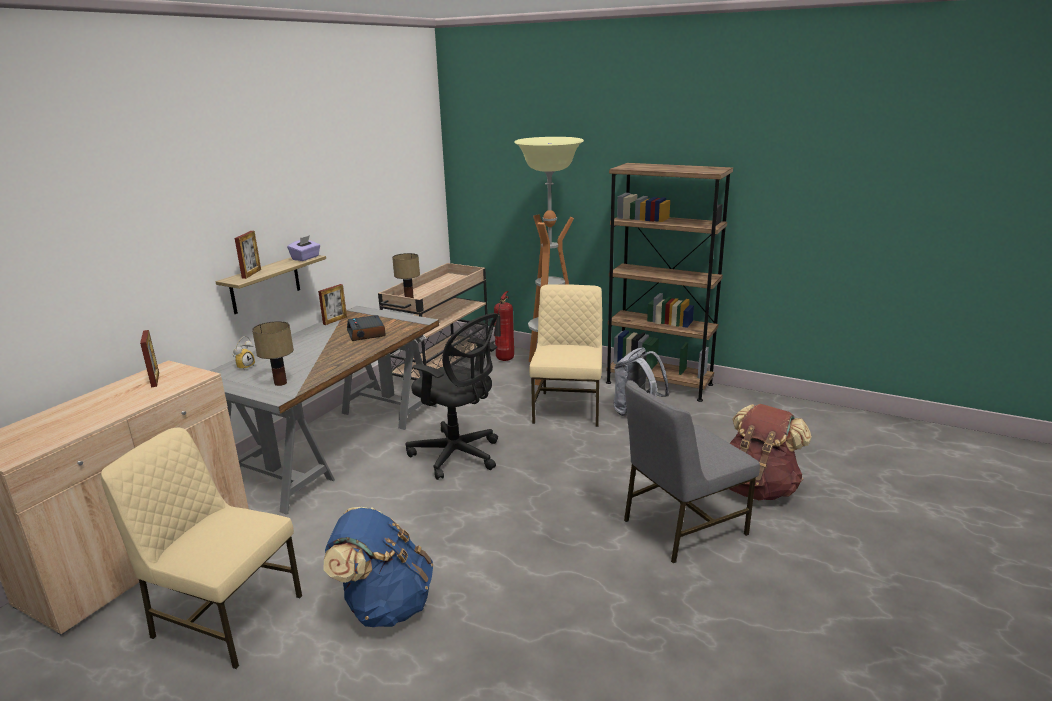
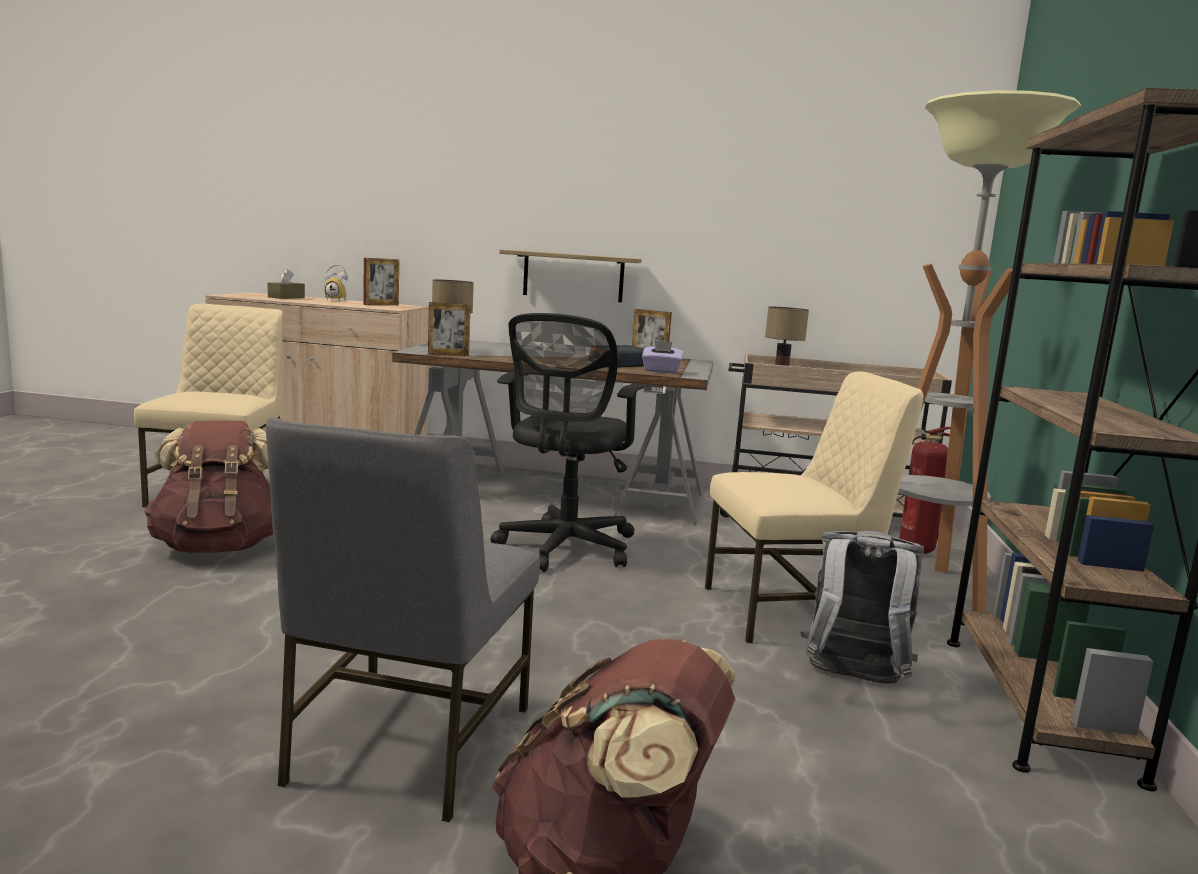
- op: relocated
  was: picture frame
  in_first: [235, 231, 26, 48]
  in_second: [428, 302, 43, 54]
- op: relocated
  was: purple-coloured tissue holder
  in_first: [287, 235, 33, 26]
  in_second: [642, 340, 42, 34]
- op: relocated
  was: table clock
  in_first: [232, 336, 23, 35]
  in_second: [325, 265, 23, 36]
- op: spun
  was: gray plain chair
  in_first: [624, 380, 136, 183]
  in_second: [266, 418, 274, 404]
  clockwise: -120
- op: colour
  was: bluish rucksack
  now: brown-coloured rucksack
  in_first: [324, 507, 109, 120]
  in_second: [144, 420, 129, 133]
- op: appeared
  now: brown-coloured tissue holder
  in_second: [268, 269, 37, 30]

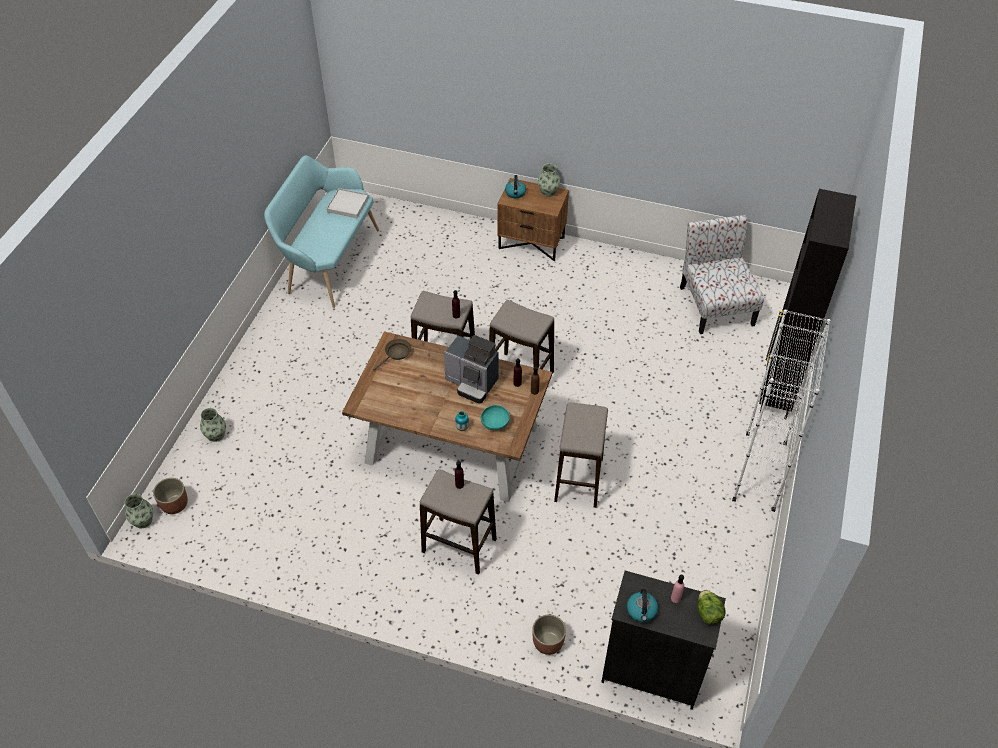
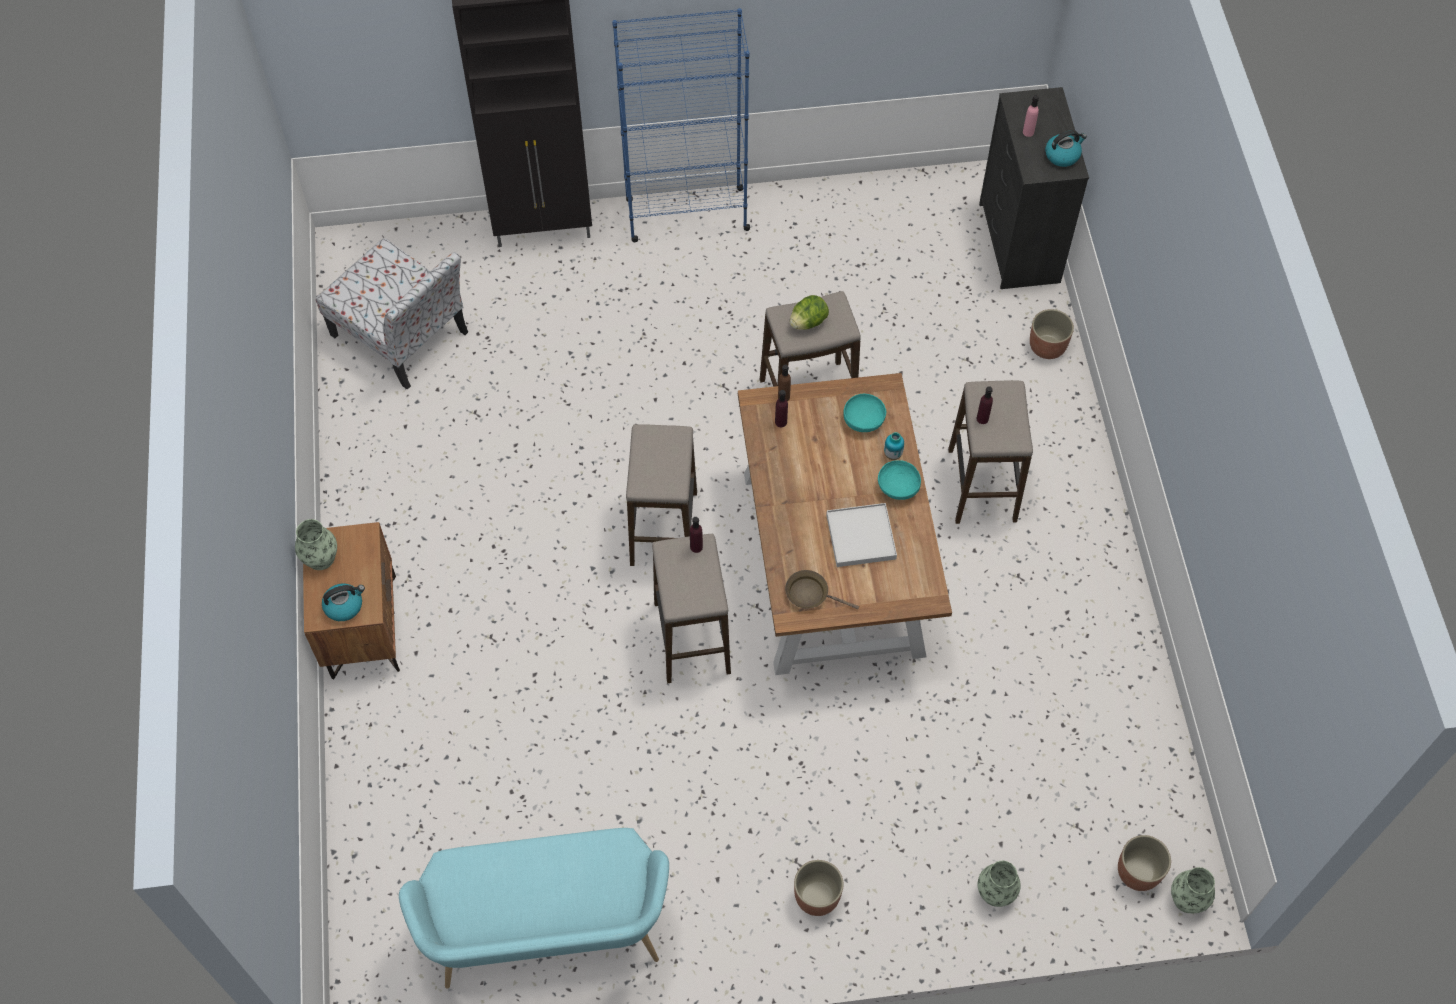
- op: relocated
  was: white-coloured carrying tray
  in_first: [326, 188, 43, 30]
  in_second: [826, 503, 71, 64]
- op: spun
  was: plain chair
  in_first: [680, 215, 84, 119]
  in_second: [316, 238, 152, 152]
  clockwise: -105
- op: colour
  was: white-coloured bookcase
  now: bluish bookcase
  in_first: [732, 309, 99, 203]
  in_second: [612, 8, 138, 234]
- op: missing
  was: coffee machine
  in_first: [444, 335, 54, 69]
- op: relocated
  was: lettuce
  in_first: [698, 590, 28, 35]
  in_second: [790, 295, 39, 35]
- op: appeared
  now: turquoise-coloured deep dish
  in_second: [878, 460, 43, 40]
- op: appeared
  now: planter
  in_second: [794, 860, 50, 56]

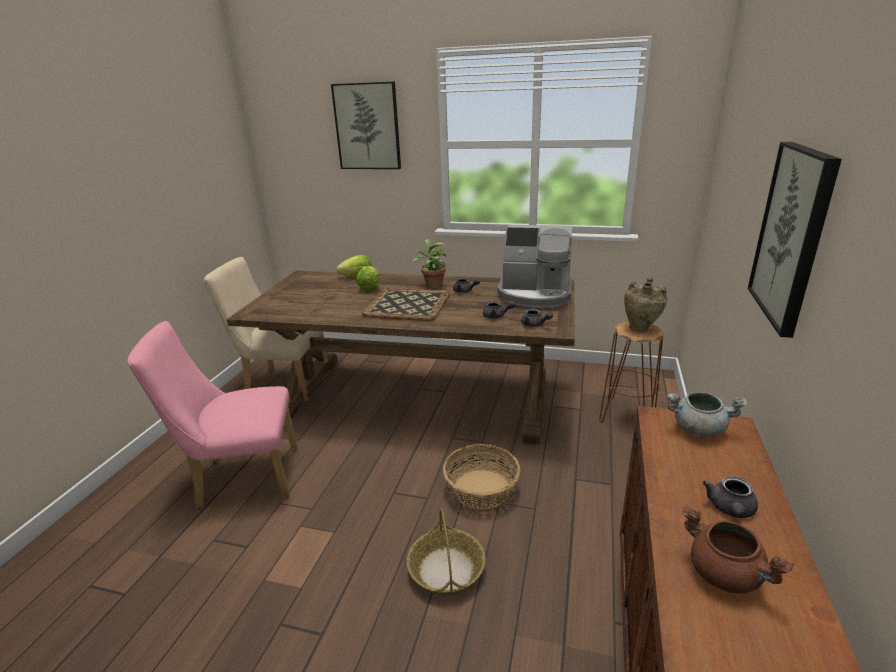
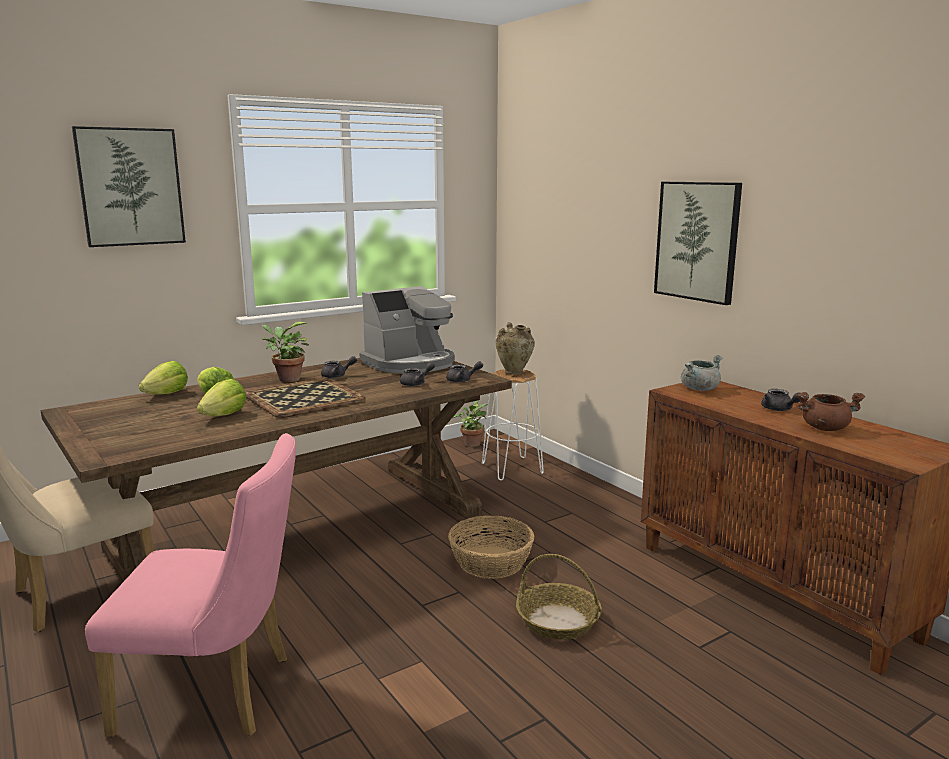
- op: spun
  was: pinkish plain chair
  in_first: [128, 321, 169, 188]
  in_second: [85, 433, 211, 304]
  clockwise: -120
- op: colour
  was: brown-coloured stool
  now: white-coloured stool
  in_first: [599, 322, 65, 101]
  in_second: [482, 369, 62, 112]
- op: appeared
  now: lettuce
  in_second: [197, 379, 49, 37]
- op: appeared
  now: potted plant
  in_second: [453, 399, 35, 48]

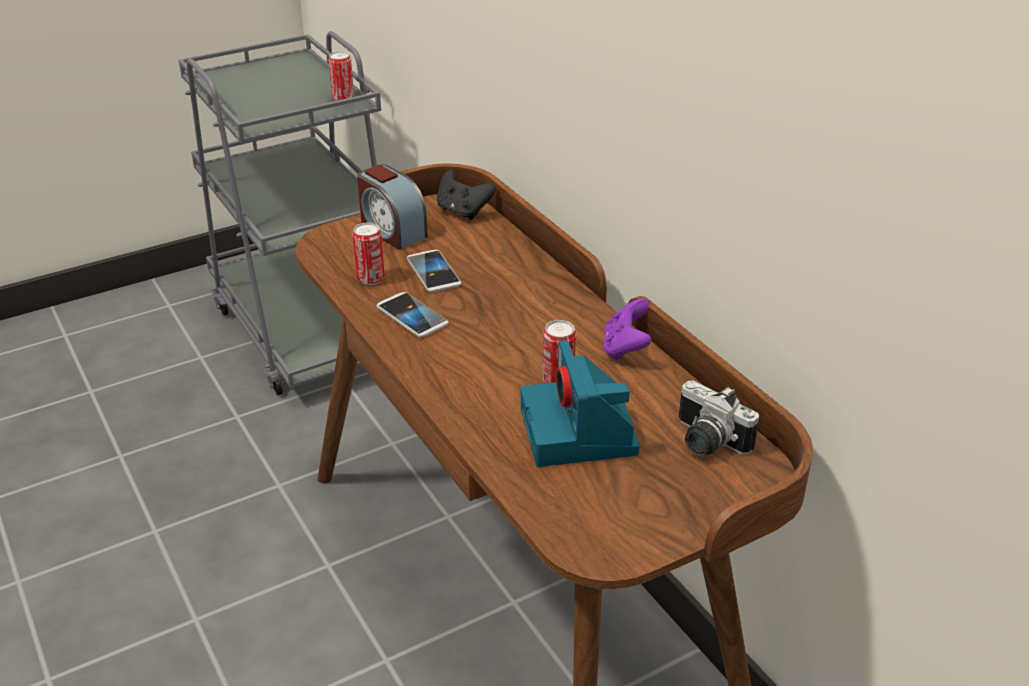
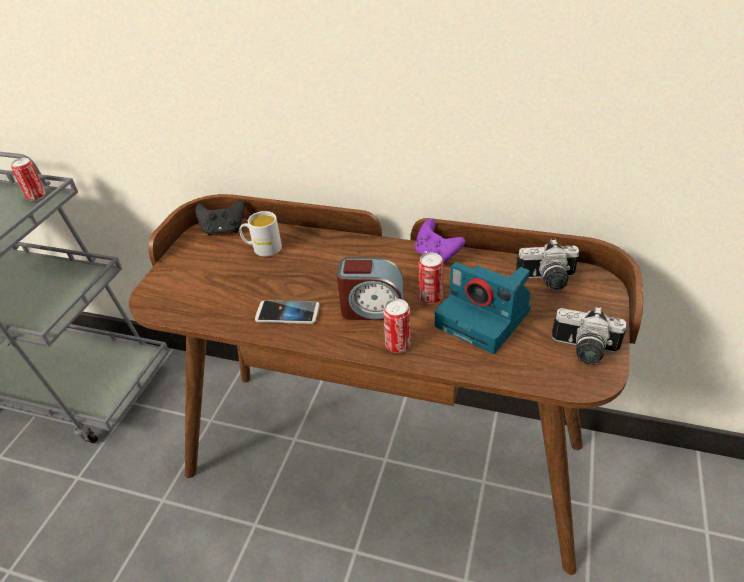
- op: relocated
  was: table clock
  in_first: [357, 164, 71, 86]
  in_second: [337, 257, 67, 63]
- op: relocated
  was: can
  in_first: [352, 223, 33, 62]
  in_second: [383, 299, 28, 54]
- op: missing
  was: handset
  in_first: [407, 250, 55, 42]
- op: appeared
  now: white-coloured coffee mug
  in_second: [239, 211, 43, 46]
- op: appeared
  now: still camera
  in_second: [552, 306, 74, 59]

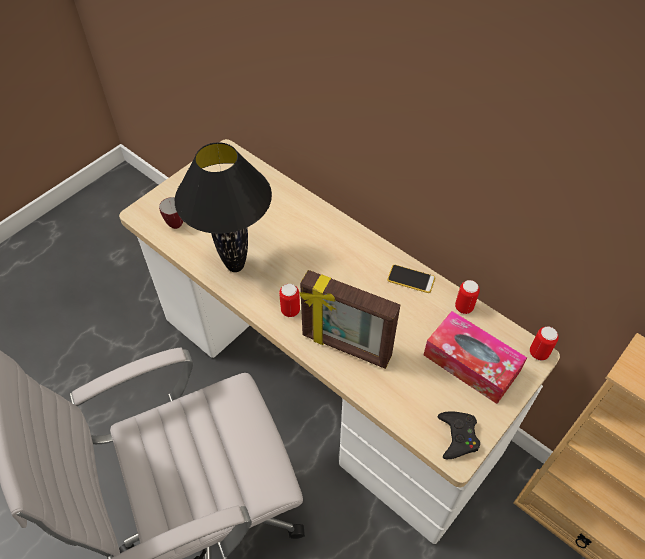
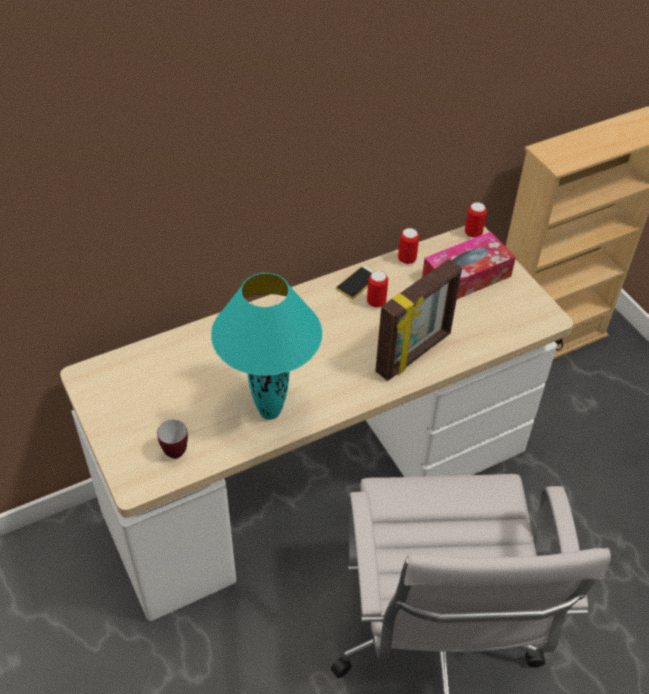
- op: colour
  was: blackish tabletop lamp
  now: turquoise-coloured tabletop lamp
  in_first: [175, 142, 97, 130]
  in_second: [211, 273, 111, 147]
- op: relocated
  was: can
  in_first: [279, 284, 21, 33]
  in_second: [367, 271, 21, 37]
- op: missing
  was: blackish gamepad
  in_first: [438, 411, 42, 48]

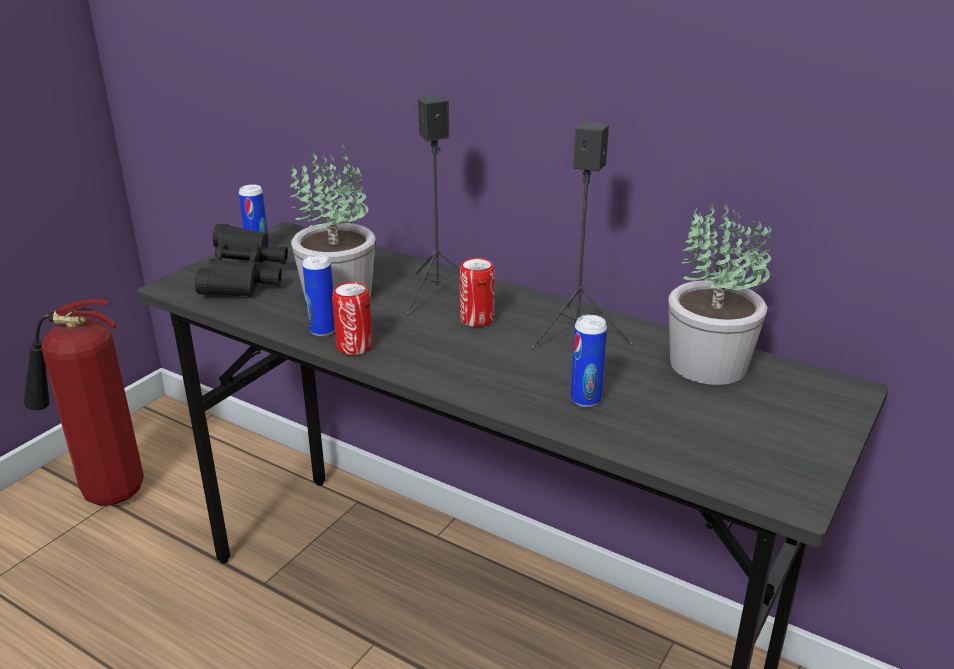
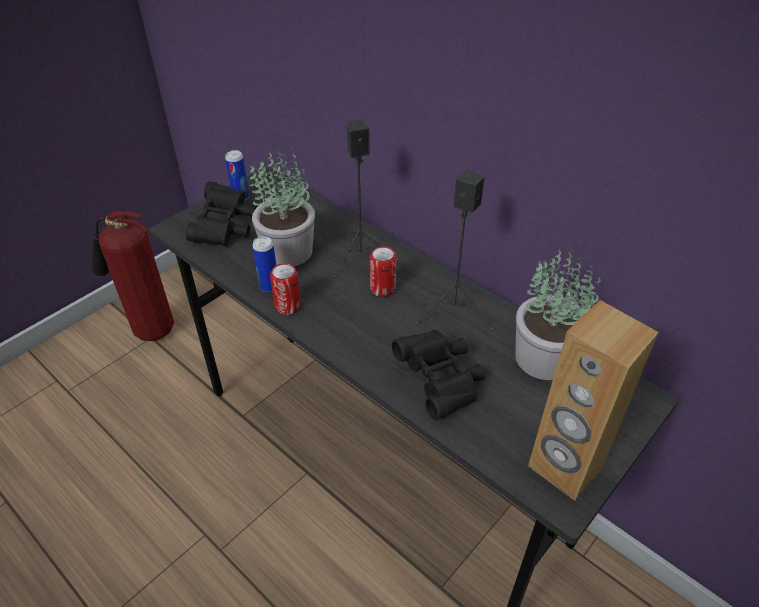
- op: exchanged
  was: can
  now: blackish field glasses
  in_first: [571, 315, 36, 92]
  in_second: [392, 330, 94, 90]
- op: appeared
  now: brown-coloured audio speaker
  in_second: [528, 300, 131, 200]

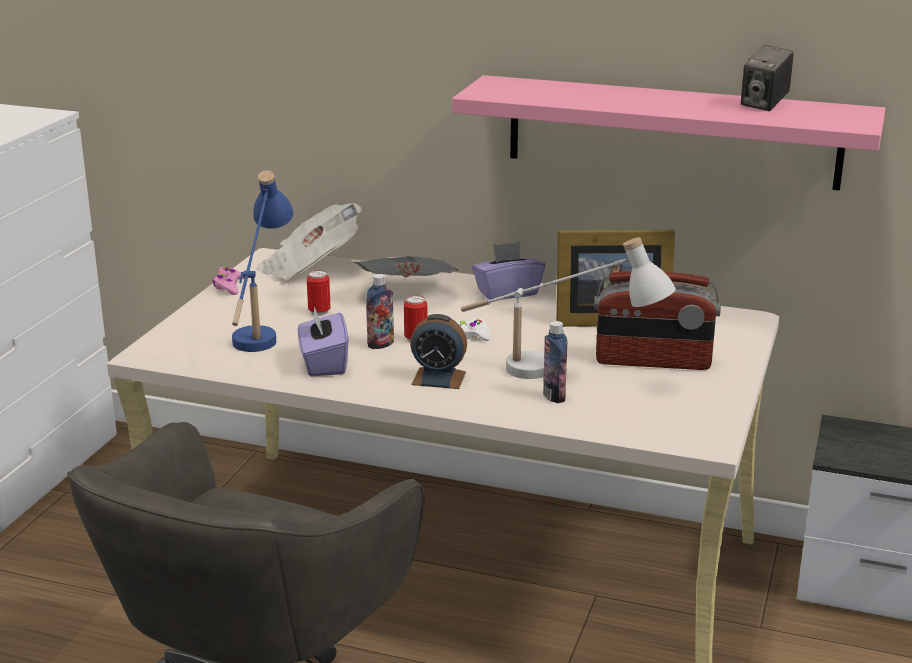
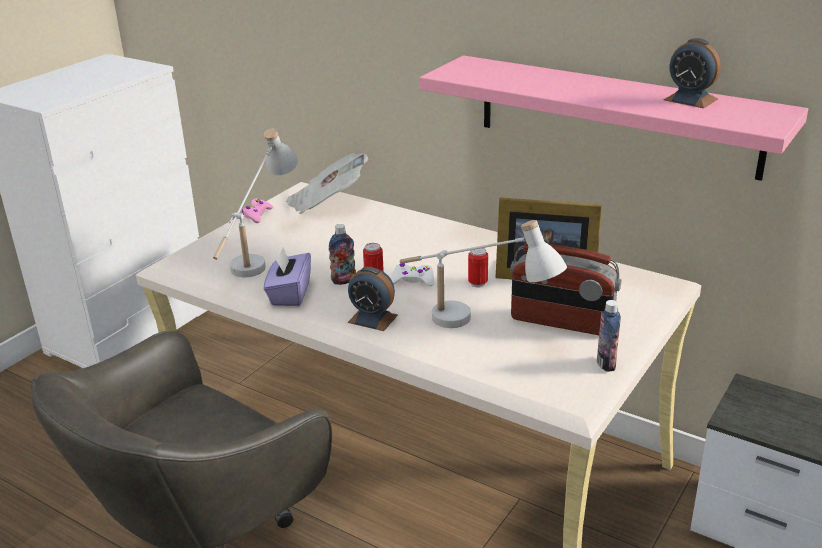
- op: exchanged
  was: still camera
  now: table clock
  in_first: [741, 45, 53, 66]
  in_second: [664, 38, 57, 70]
- op: colour
  was: bluish tabletop lamp
  now: white-coloured tabletop lamp
  in_first: [232, 170, 61, 182]
  in_second: [213, 129, 85, 148]
- op: missing
  was: purple-coloured tissue holder
  in_first: [472, 242, 73, 58]
- op: missing
  was: daily paper
  in_first: [353, 256, 105, 21]
- op: relocated
  was: can
  in_first: [307, 270, 24, 46]
  in_second: [468, 248, 20, 40]
- op: relocated
  was: drink bottle
  in_first: [543, 321, 24, 82]
  in_second: [597, 300, 24, 72]

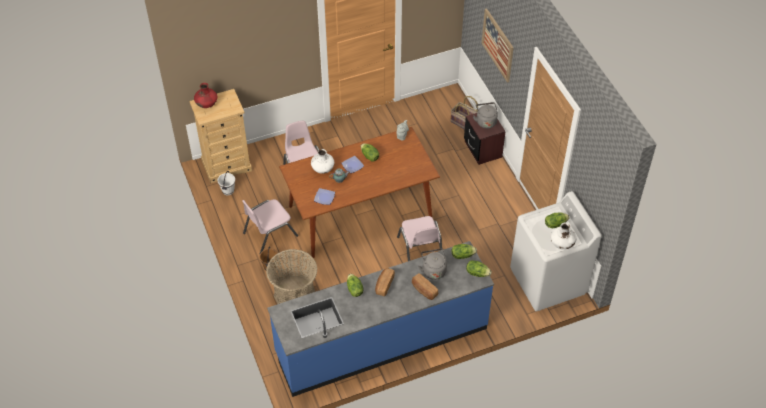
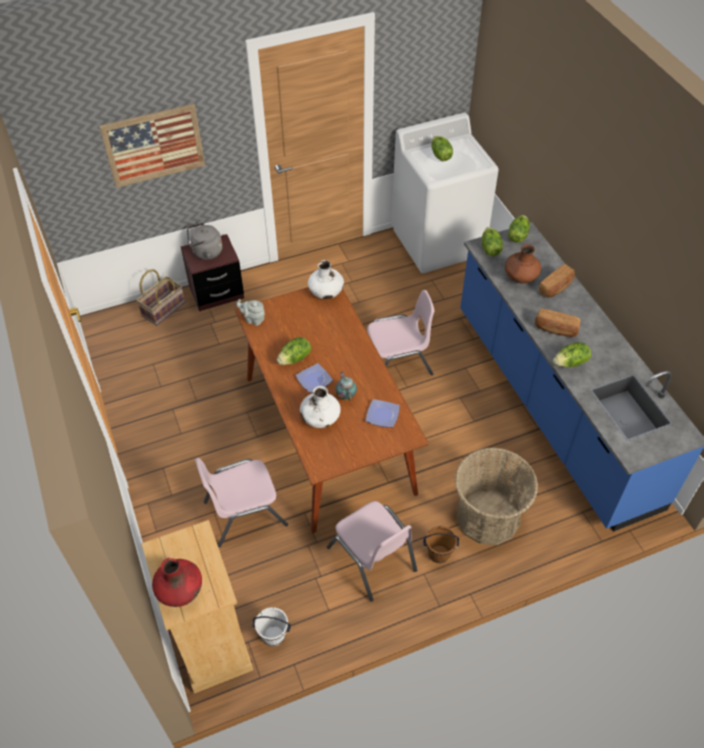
- op: relocated
  was: white-coloured flower vase
  in_first: [551, 222, 25, 28]
  in_second: [308, 260, 36, 39]
- op: exchanged
  was: gray tea kettle
  now: brown-coloured flower vase
  in_first: [418, 249, 29, 31]
  in_second: [505, 244, 36, 40]

